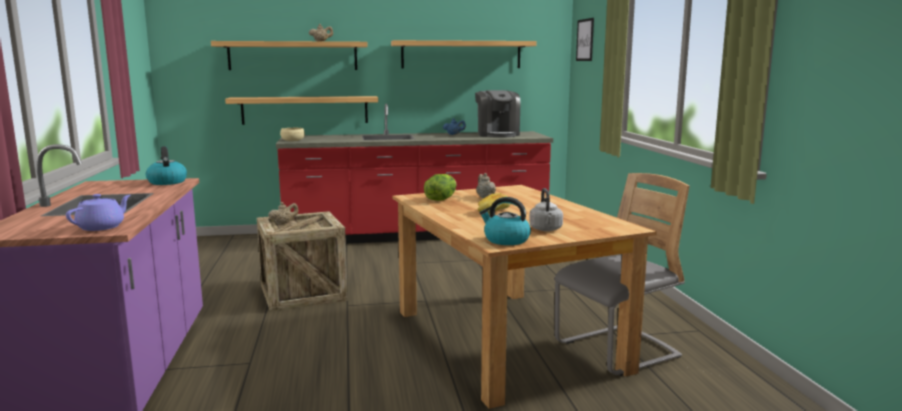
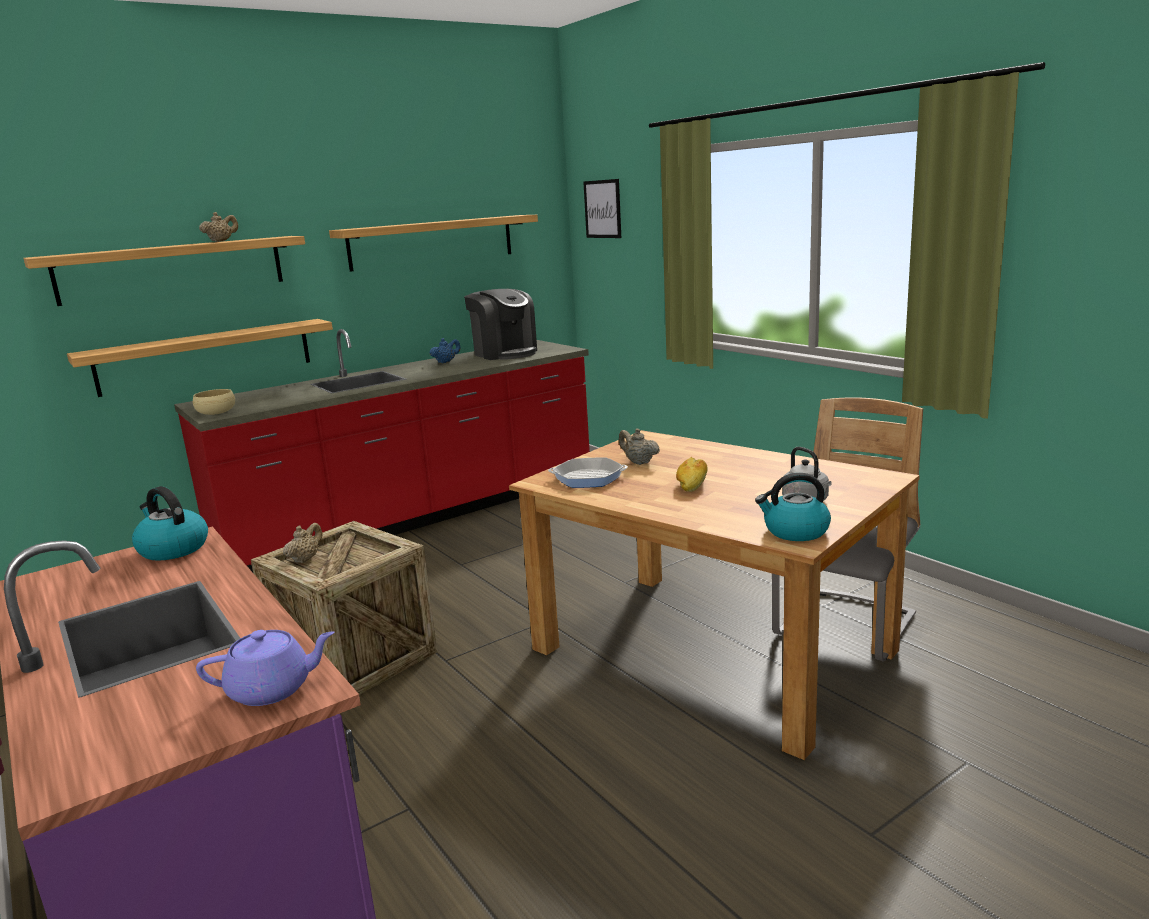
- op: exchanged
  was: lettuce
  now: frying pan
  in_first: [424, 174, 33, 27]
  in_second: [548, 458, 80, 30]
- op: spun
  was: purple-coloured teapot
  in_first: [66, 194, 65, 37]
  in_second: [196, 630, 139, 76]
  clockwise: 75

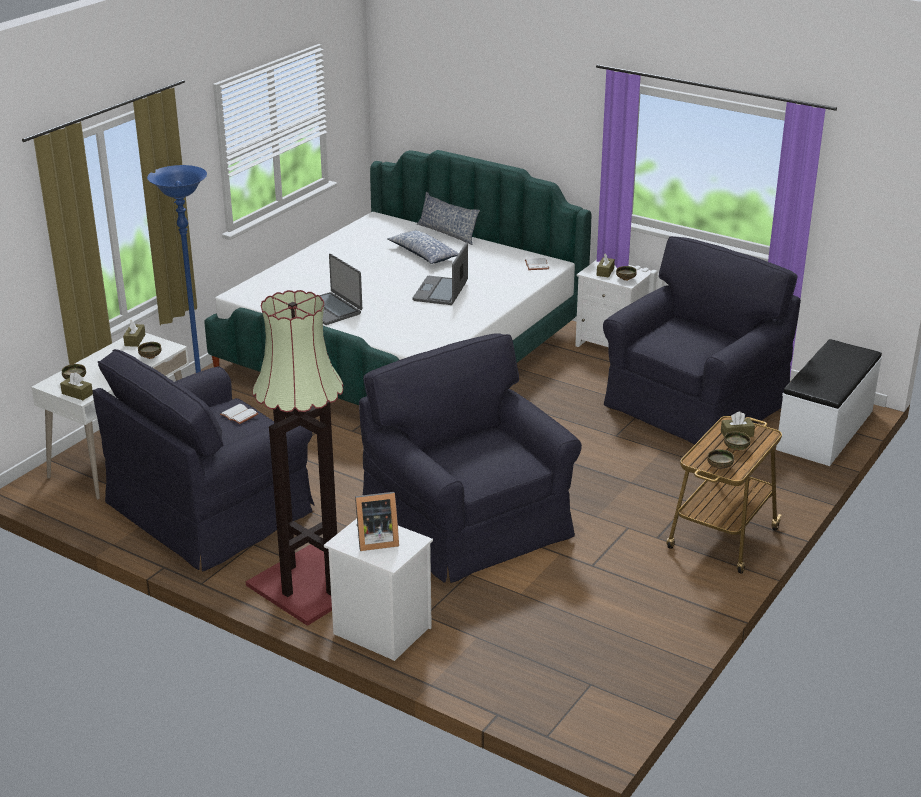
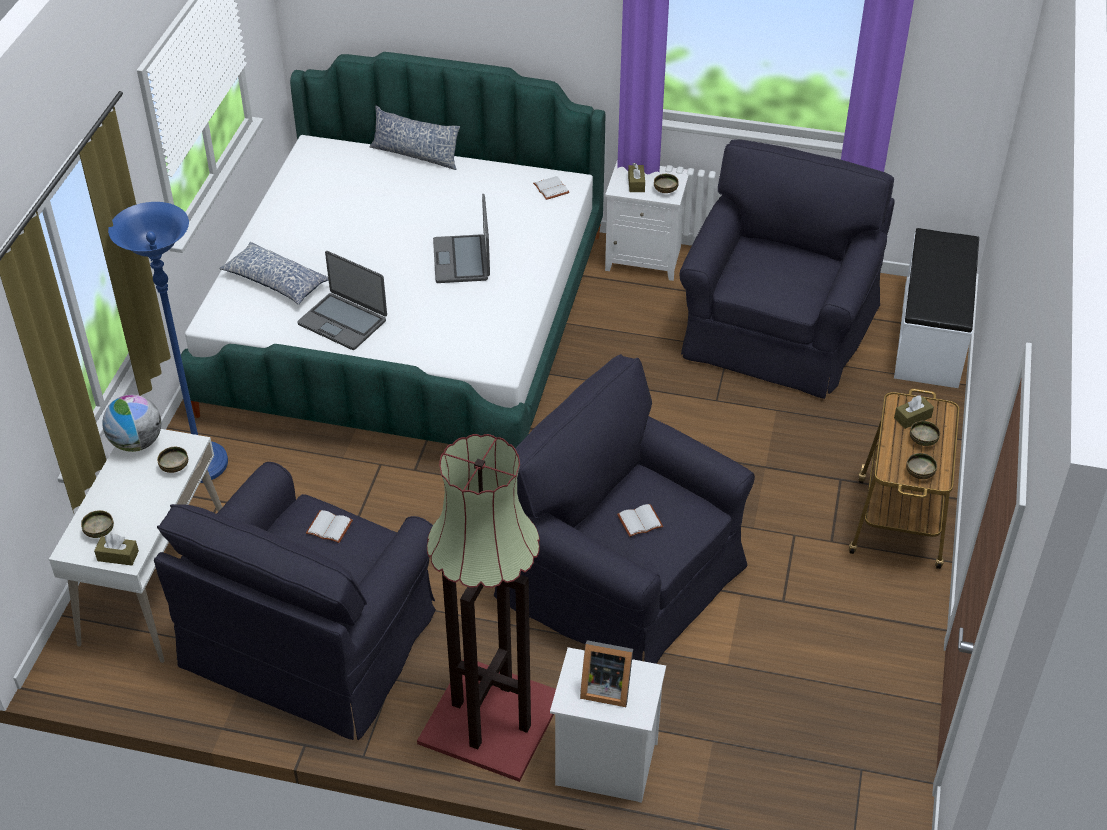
- op: relocated
  was: cushion
  in_first: [387, 230, 72, 34]
  in_second: [219, 242, 110, 62]
- op: exchanged
  was: brown-coloured tissue holder
  now: globe
  in_first: [123, 320, 23, 27]
  in_second: [102, 395, 59, 57]
- op: spun
  was: picture frame
  in_first: [355, 492, 44, 59]
  in_second: [580, 640, 53, 67]
  clockwise: 45
- op: appeared
  now: white-coloured bound book
  in_second: [617, 504, 46, 33]

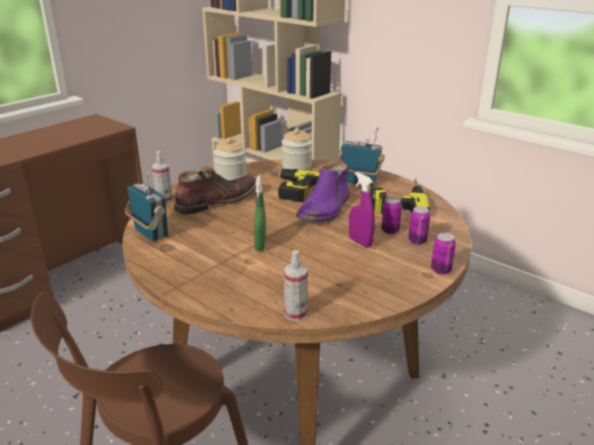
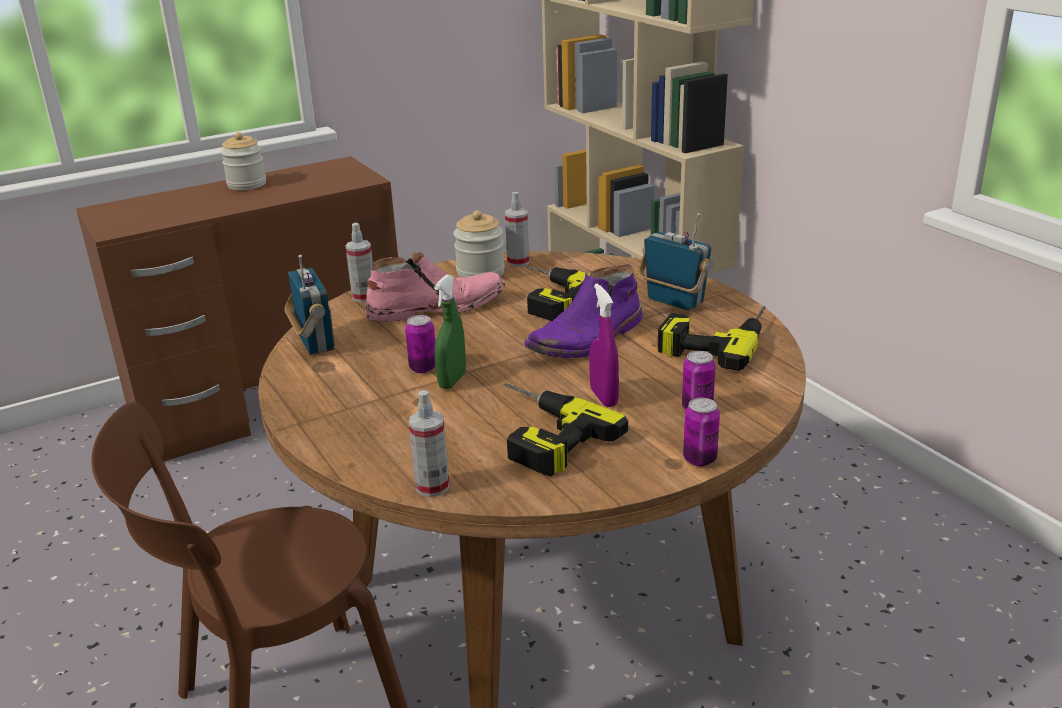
- op: relocated
  was: storage jar
  in_first: [282, 128, 30, 43]
  in_second: [221, 132, 45, 58]
- op: colour
  was: brown-coloured tall boot
  now: pinkish tall boot
  in_first: [174, 166, 82, 49]
  in_second: [365, 252, 140, 70]
- op: relocated
  was: can
  in_first: [381, 197, 21, 37]
  in_second: [405, 315, 31, 58]
- op: appeared
  now: spray bottle
  in_second: [505, 192, 25, 75]
- op: appeared
  now: drill
  in_second: [504, 383, 124, 93]

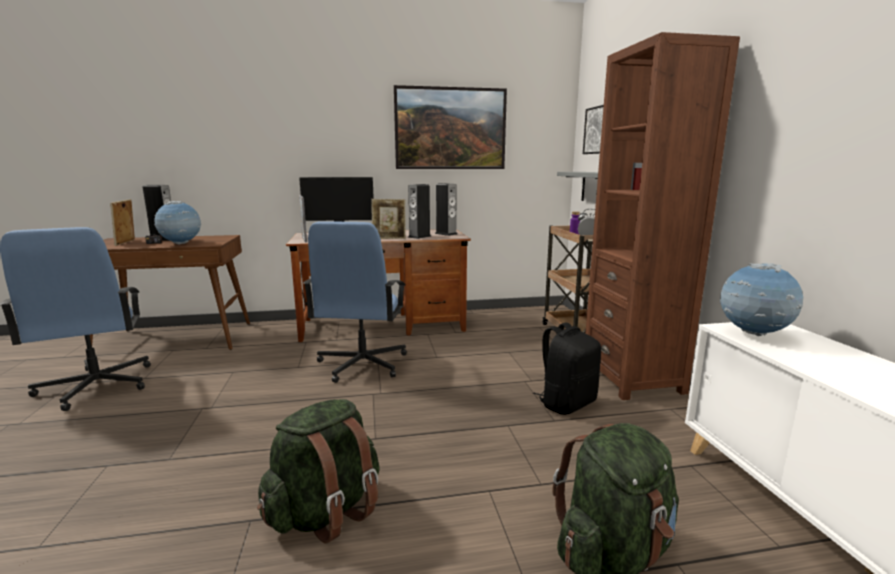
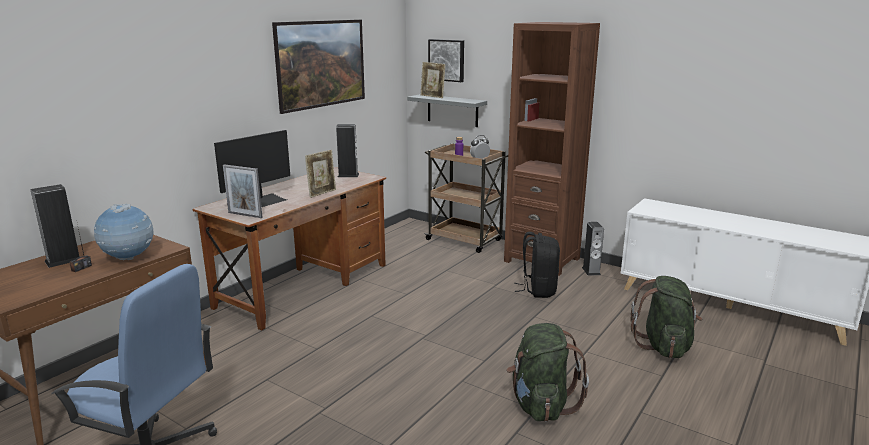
- op: relocated
  was: audio speaker
  in_first: [408, 184, 24, 55]
  in_second: [582, 222, 22, 54]
- op: relocated
  was: picture frame
  in_first: [110, 199, 25, 47]
  in_second: [421, 62, 25, 36]
- op: missing
  was: bluish computer chair
  in_first: [303, 221, 104, 162]
- op: missing
  was: globe
  in_first: [720, 262, 83, 74]

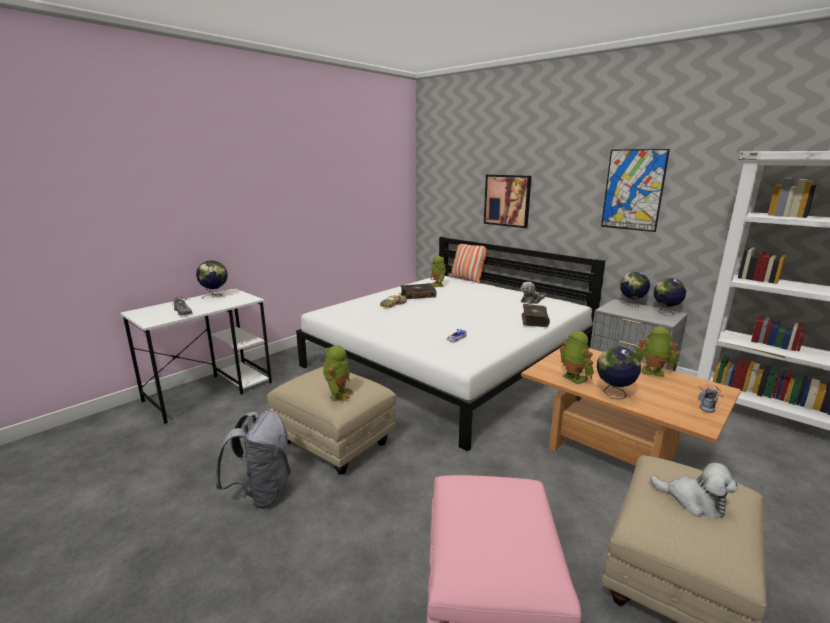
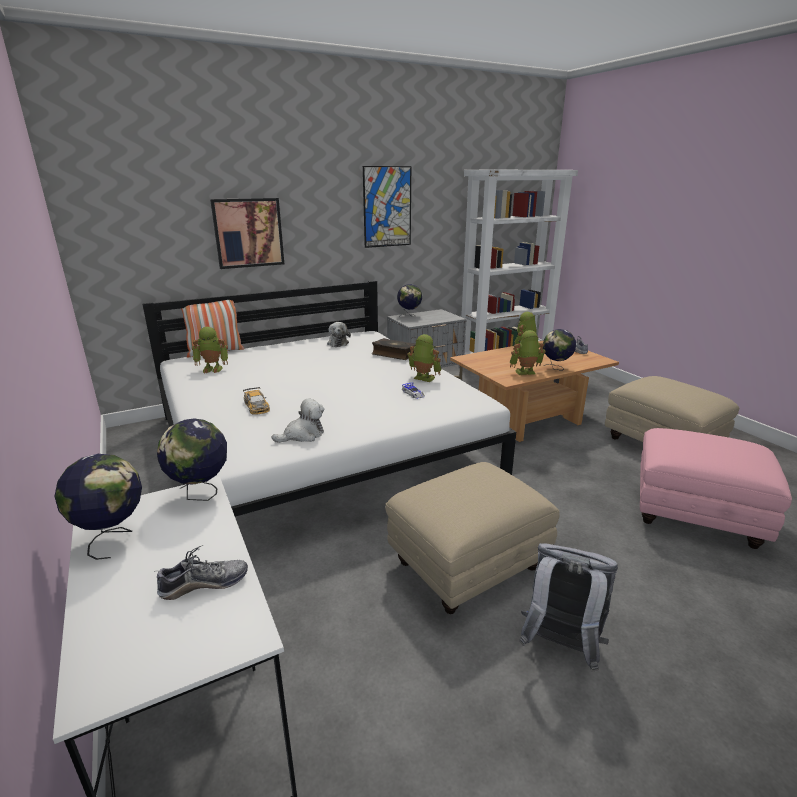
- op: relocated
  was: globe
  in_first: [654, 278, 32, 38]
  in_second: [157, 418, 70, 83]
- op: missing
  was: bound book
  in_first: [401, 283, 35, 16]
- op: relocated
  was: toy robot
  in_first: [323, 345, 31, 55]
  in_second: [407, 334, 34, 48]
- op: relocated
  was: cuddly toy
  in_first: [650, 463, 88, 56]
  in_second: [272, 398, 52, 45]

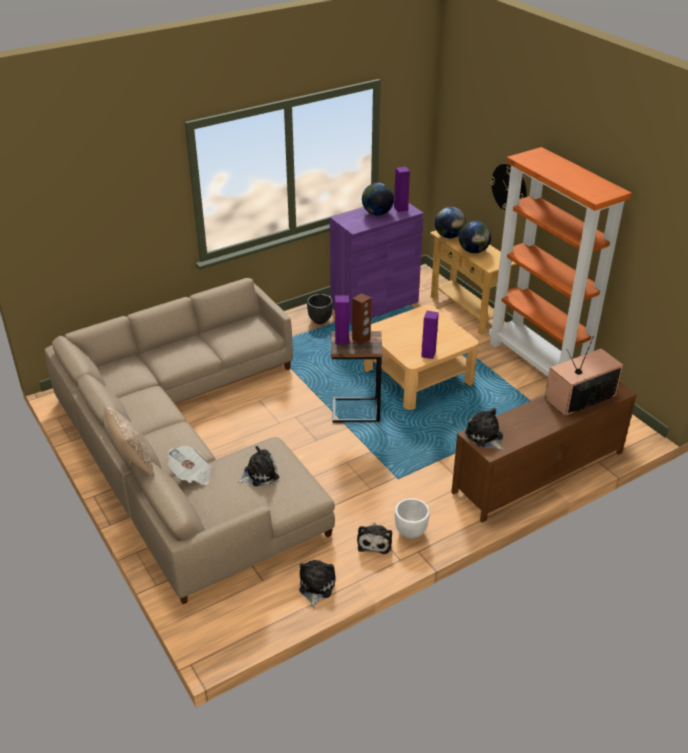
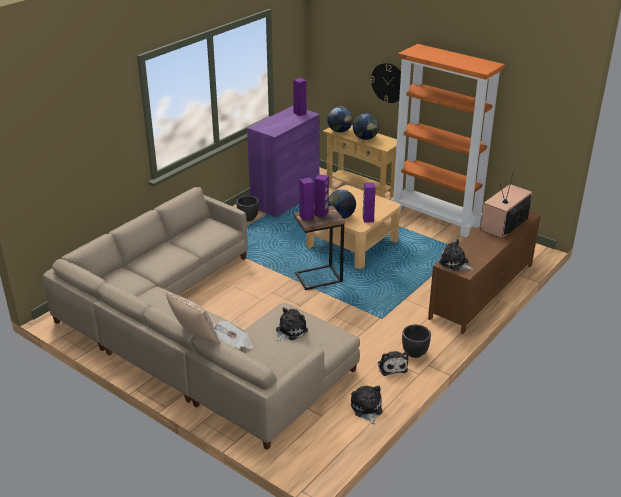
- op: relocated
  was: globe
  in_first: [362, 183, 32, 32]
  in_second: [329, 189, 27, 30]
- op: colour
  was: brown-coloured audio speaker
  now: purple-coloured audio speaker
  in_first: [352, 293, 19, 52]
  in_second: [314, 174, 15, 44]
- op: colour
  was: white-coloured planter
  now: blackish planter
  in_first: [395, 498, 35, 41]
  in_second: [402, 325, 29, 33]

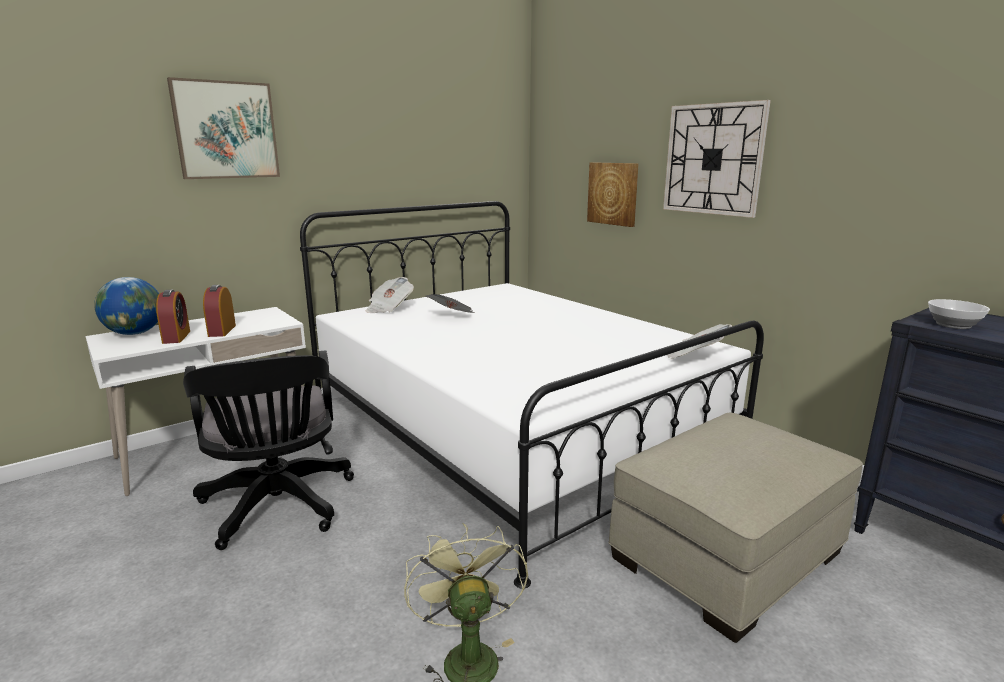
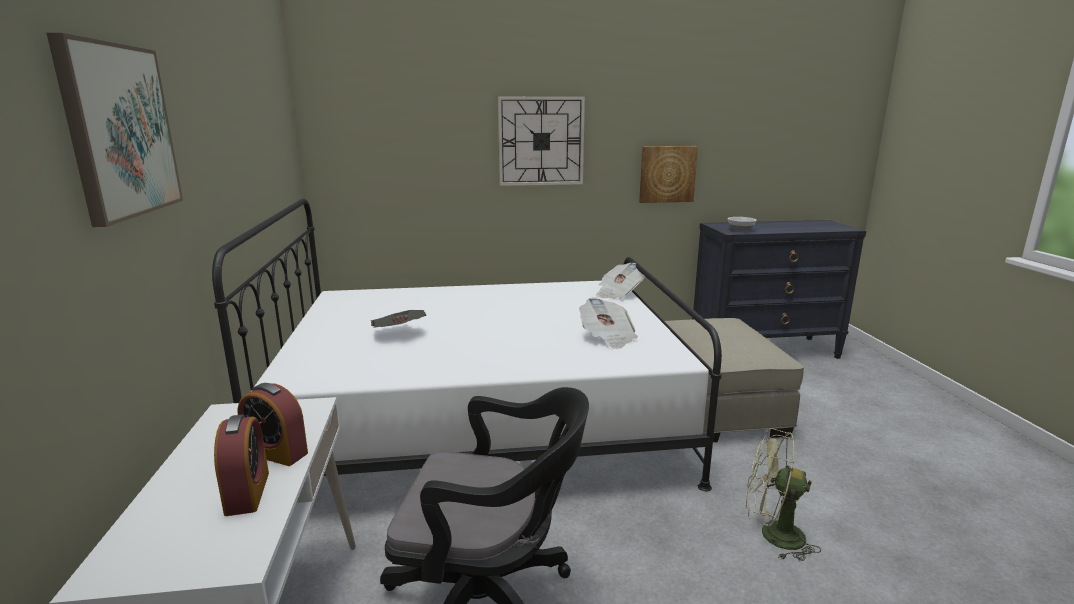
- op: relocated
  was: wall picture
  in_first: [587, 162, 51, 65]
  in_second: [639, 146, 59, 57]
- op: missing
  was: globe
  in_first: [94, 277, 65, 58]
- op: relocated
  was: daily paper
  in_first: [366, 277, 48, 36]
  in_second: [579, 297, 59, 52]
- op: spun
  was: table clock
  in_first: [156, 290, 34, 54]
  in_second: [214, 414, 55, 102]
  clockwise: 60

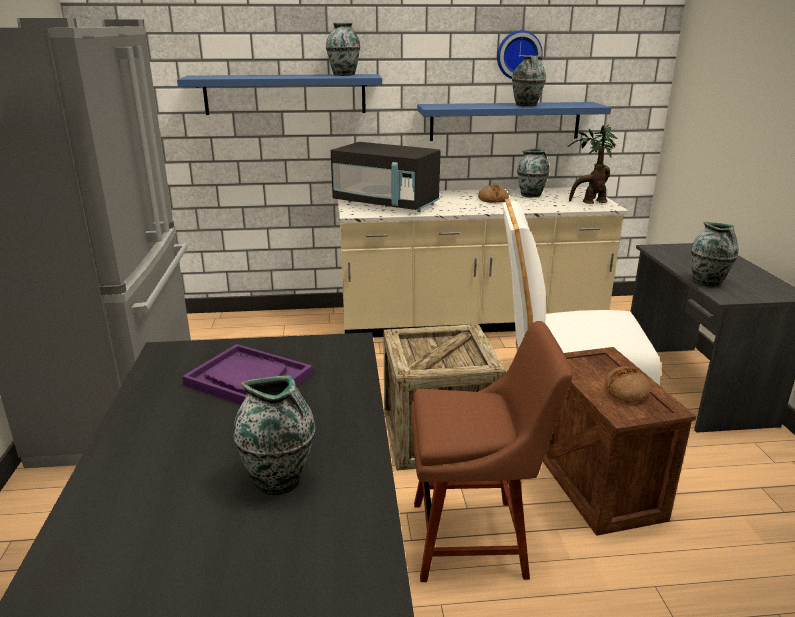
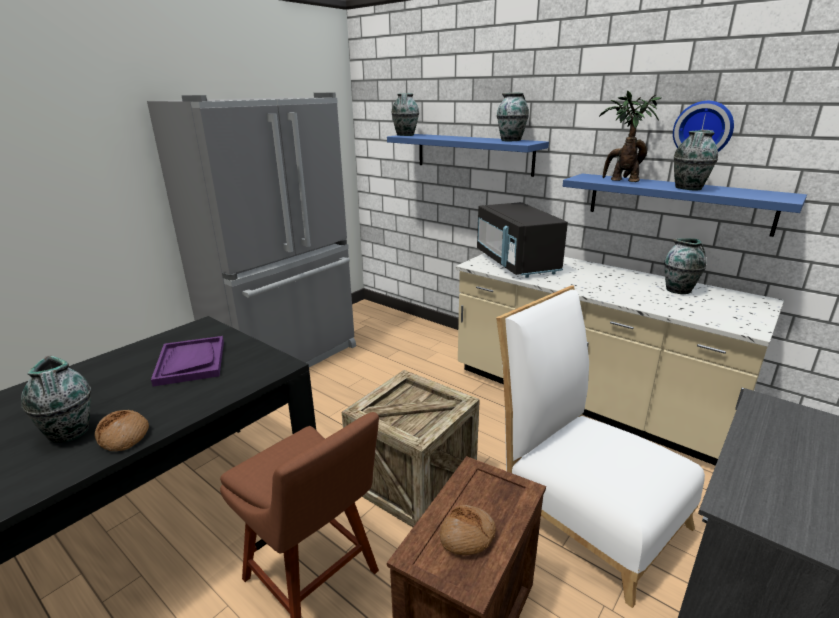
- op: relocated
  was: potted plant
  in_first: [568, 125, 50, 79]
  in_second: [599, 90, 62, 92]
- op: relocated
  was: baked bread
  in_first: [478, 185, 31, 18]
  in_second: [95, 410, 54, 41]
- op: relocated
  was: flower vase
  in_first: [691, 222, 48, 65]
  in_second: [391, 93, 28, 43]

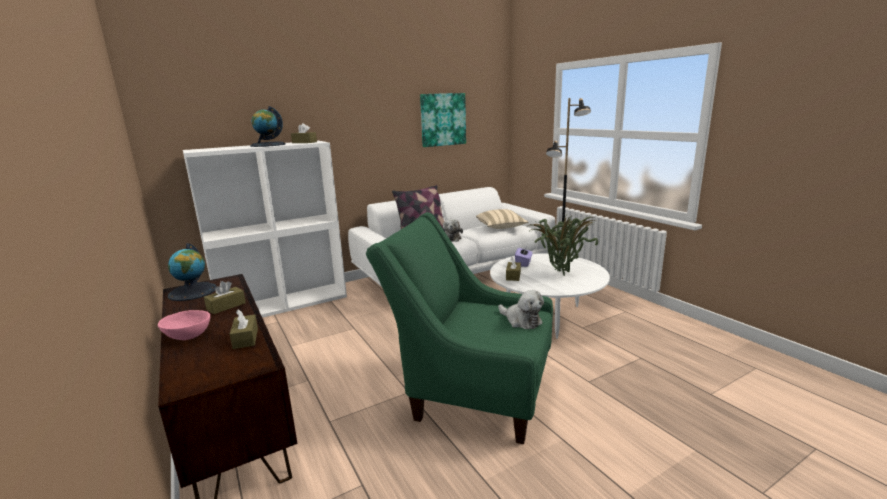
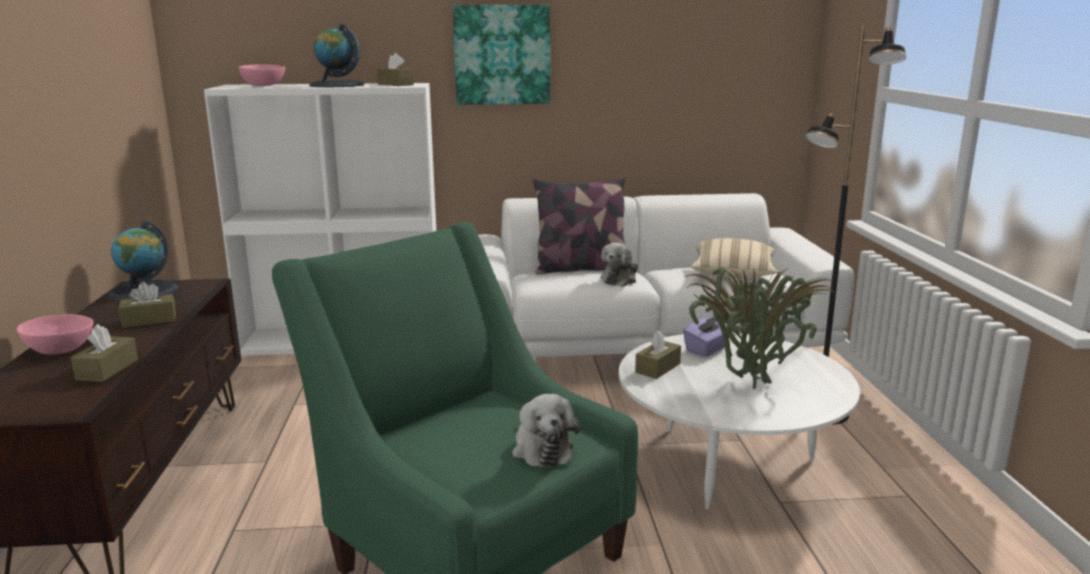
- op: relocated
  was: wall picture
  in_first: [420, 93, 46, 54]
  in_second: [453, 5, 97, 100]
- op: appeared
  now: pinkish deep dish
  in_second: [239, 64, 46, 22]

